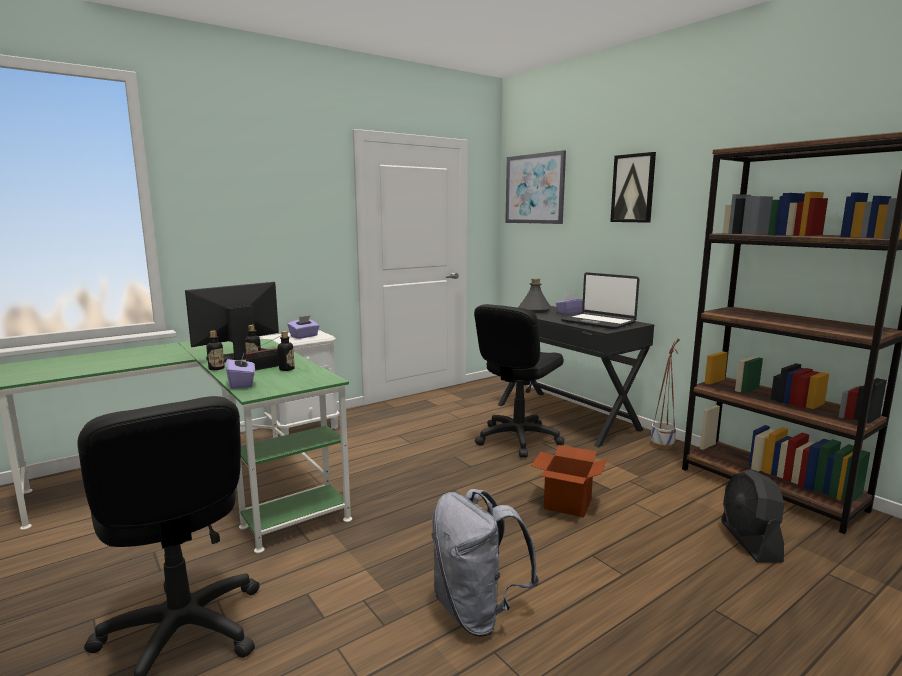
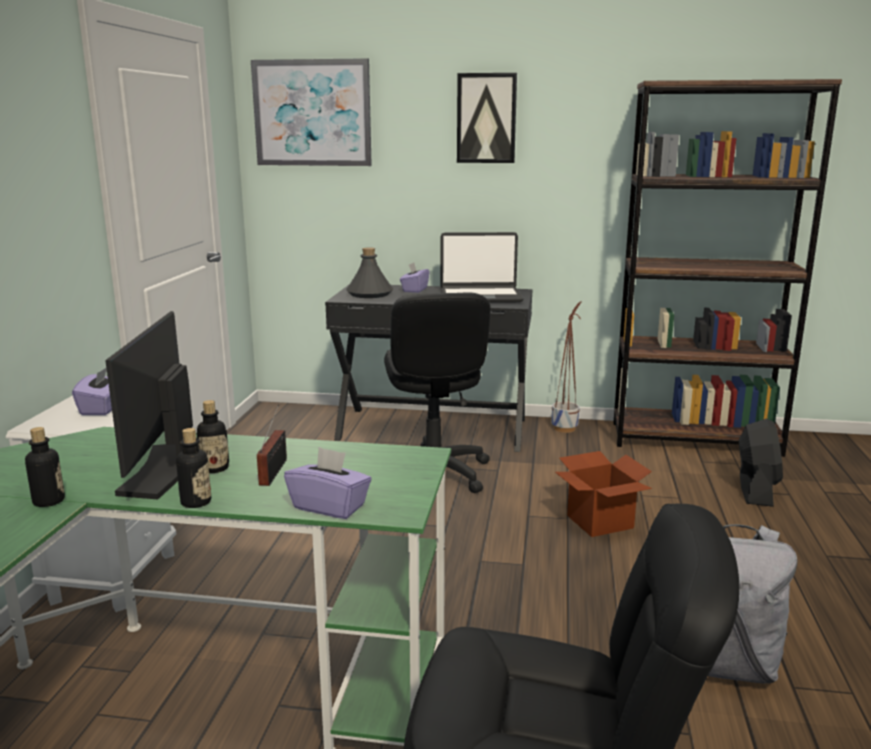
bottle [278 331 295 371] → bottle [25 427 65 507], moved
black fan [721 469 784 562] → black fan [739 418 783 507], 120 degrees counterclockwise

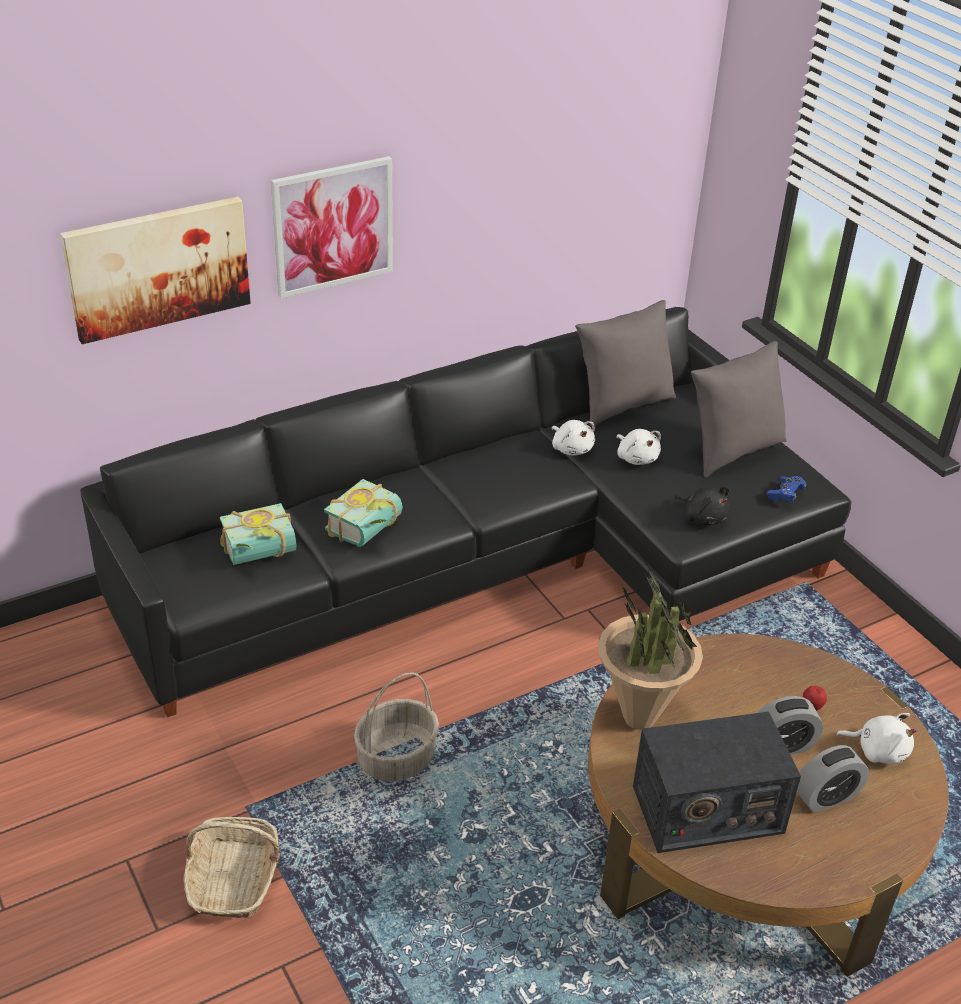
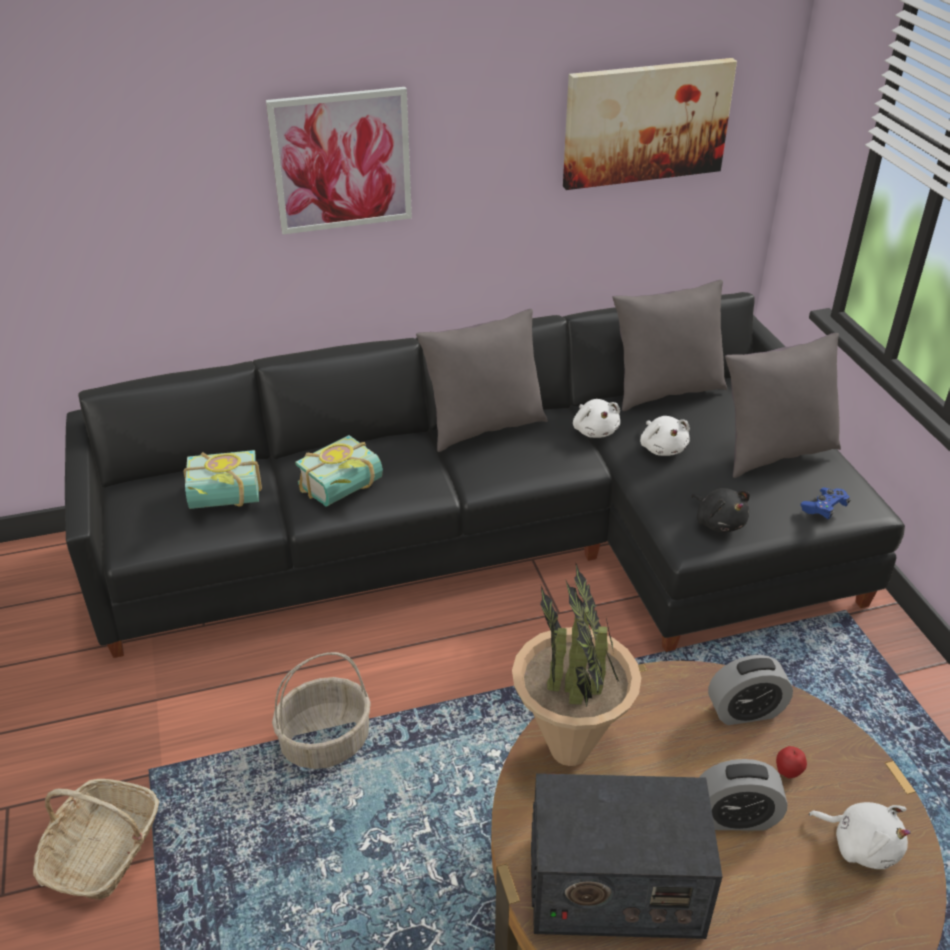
- → grey pillow [416 309 548 452]
picture [60 197 251 344] → picture [563 58 737 190], moved
alarm clock [797 745 869 813] → alarm clock [708 655 793 725], moved

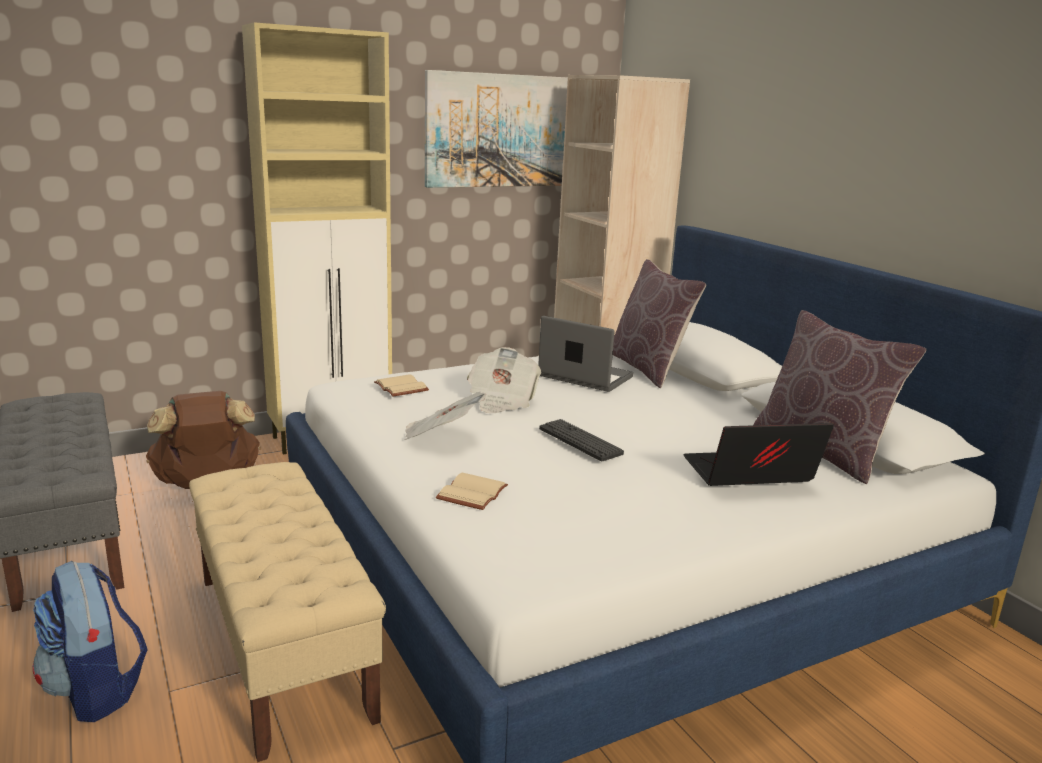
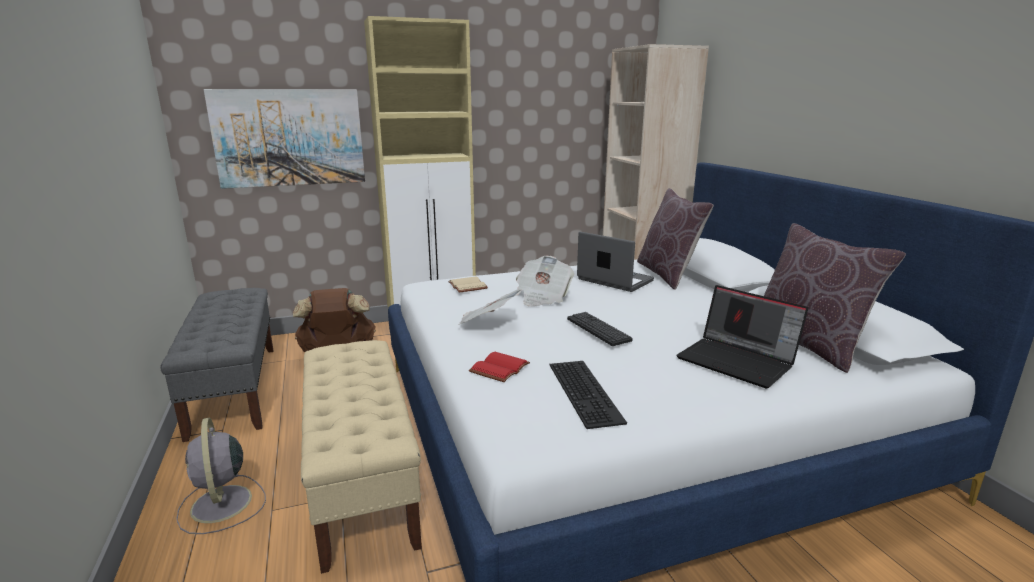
backpack [32 561 148 722] → grey fan [176 417 266 534]
picture [425 70 568 188] → picture [204 89 365 189], moved
beige book [436 473 508 510] → red book [469 352 530 382]
- → keyboard [550 361 627 429]
laptop [684 423 834 486] → laptop [676 285 808 388], 135 degrees counterclockwise

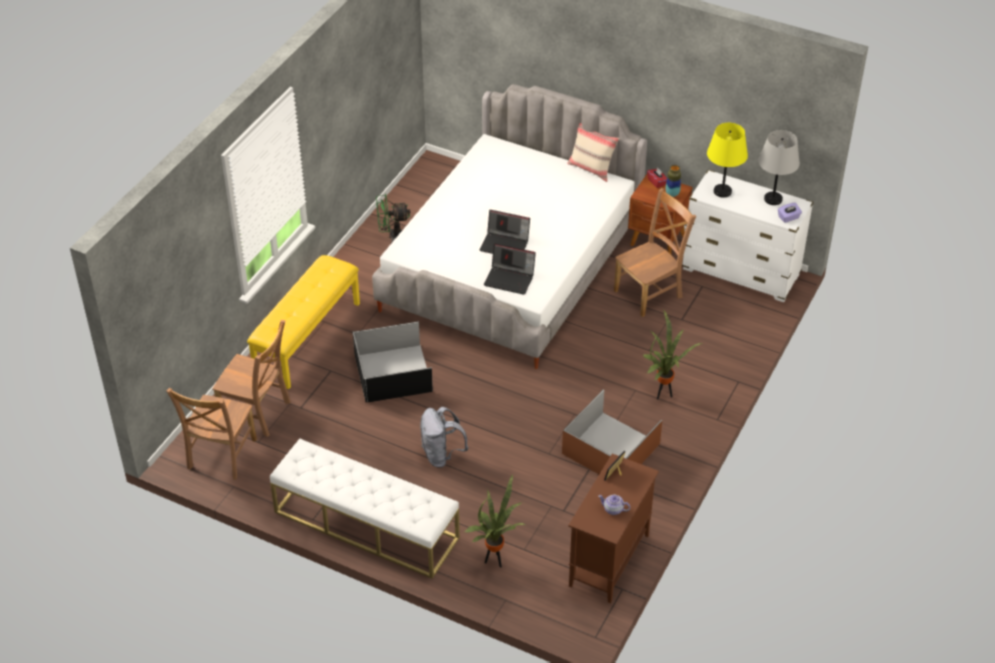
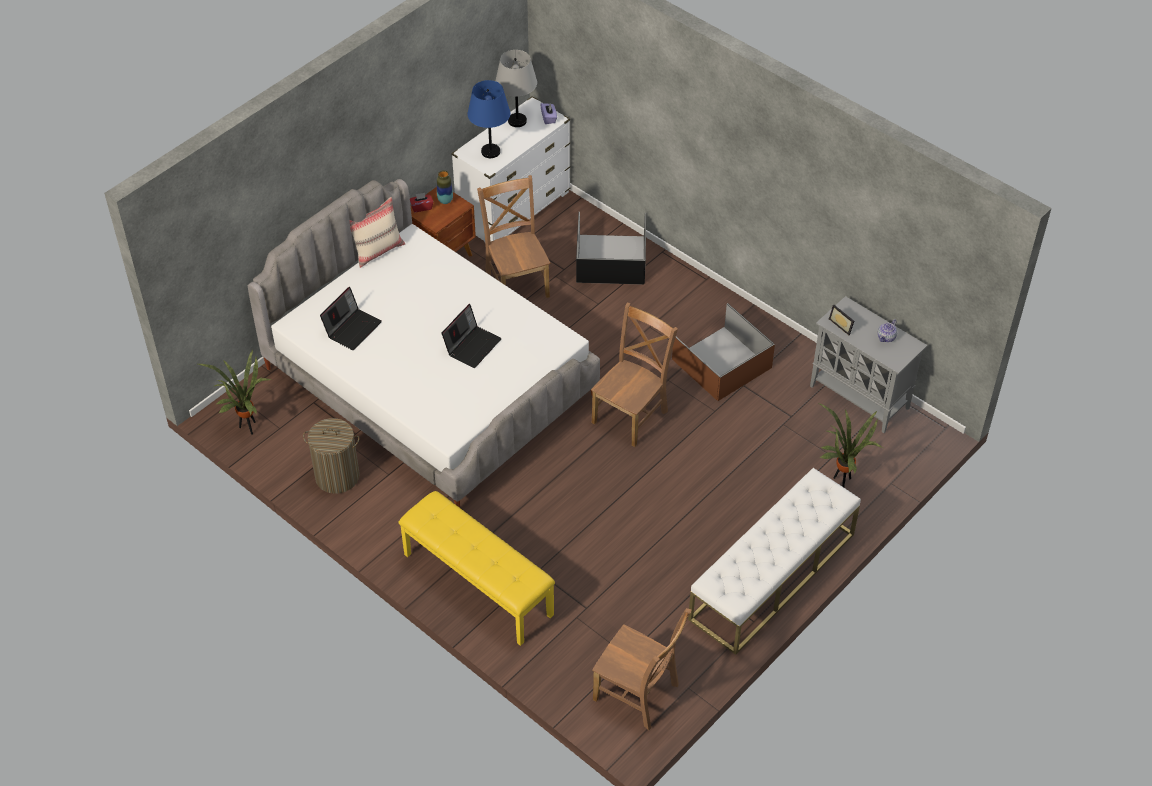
potted plant [643 311 704 400] → potted plant [198 350 271 435], moved
green fan [376 194 411 244] → laundry basket [303 418 360 494]
laptop [484 243 536 295] → laptop [320 287 382 350], moved
yellow table lamp [707 123 748 198] → blue table lamp [467 80 510 158]
black storage box [353 321 433 402] → black storage box [576 212 646 285], moved
brown chair [212 320 291 437] → brown chair [591 303 678 447], moved
brown cabinet [568 454 659 603] → grey cabinet [810 296 927 433]
grey backpack [420 407 469 468] → -

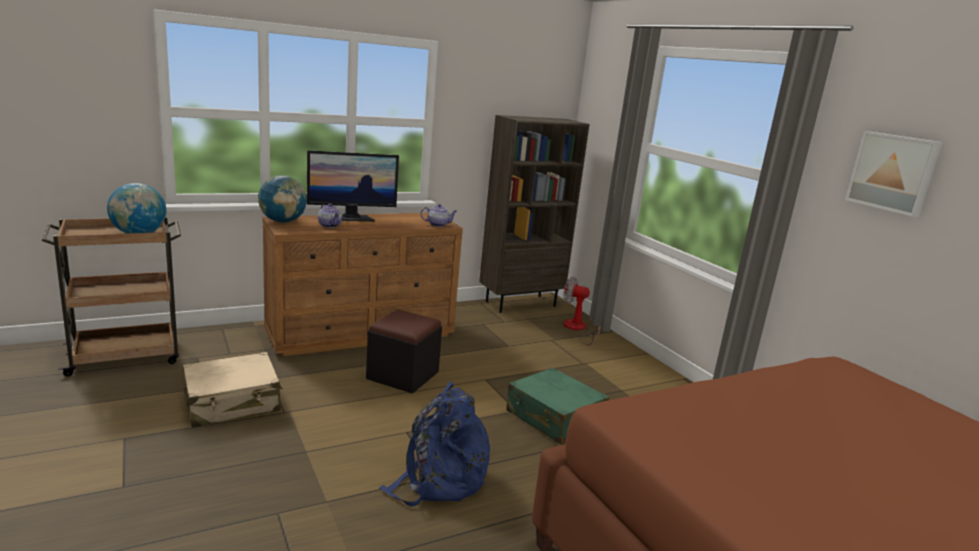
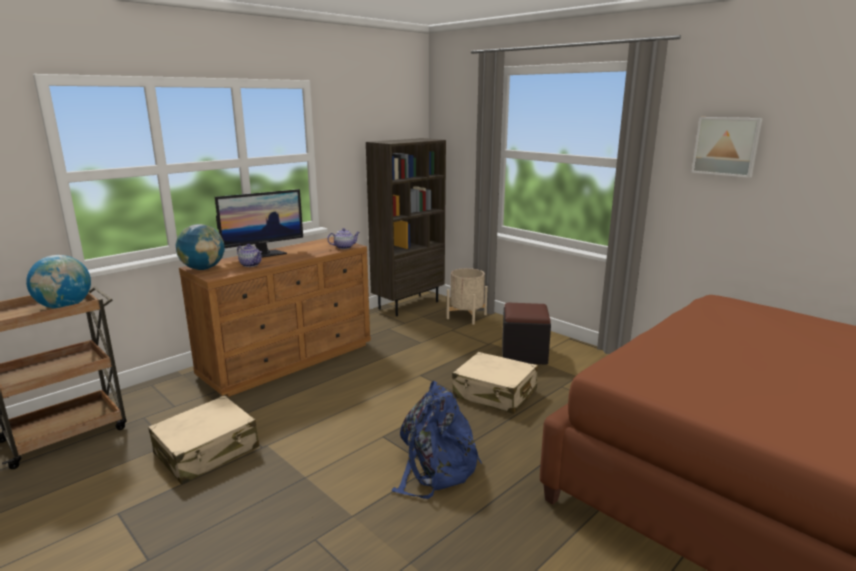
fan [563 276 601 345] → beige planter [446 268 488 325]
green suitcase [506 368 609 444] → beige suitcase [452 352 538 414]
black ottoman [366 309 442 394] → black ottoman [502 302 551 365], moved

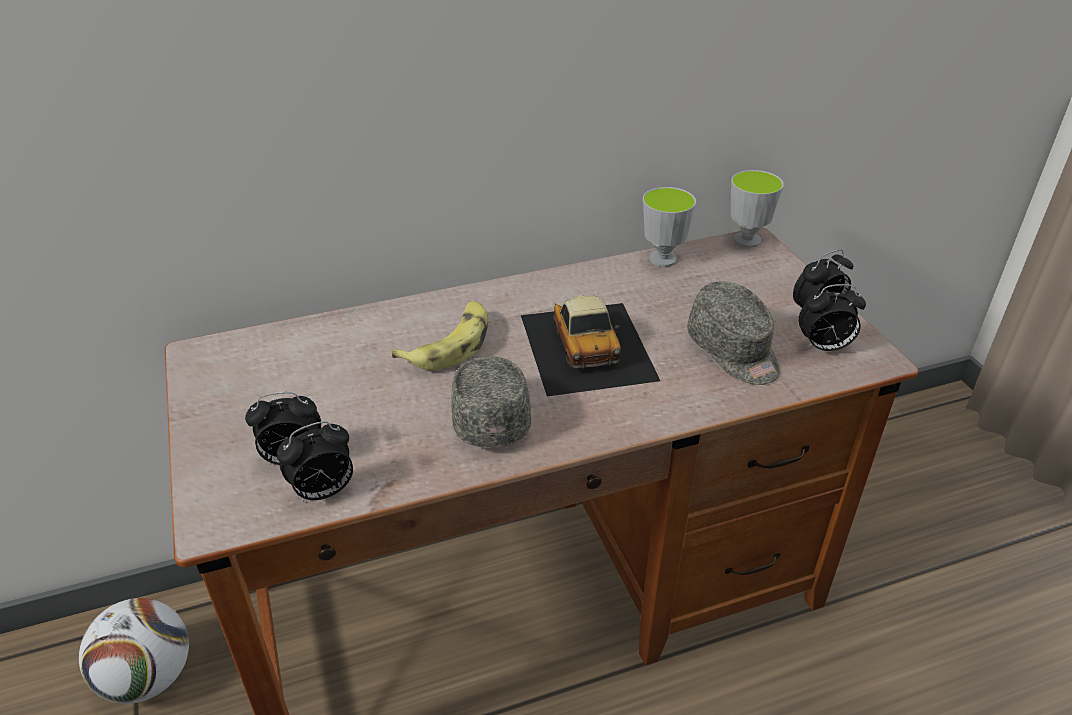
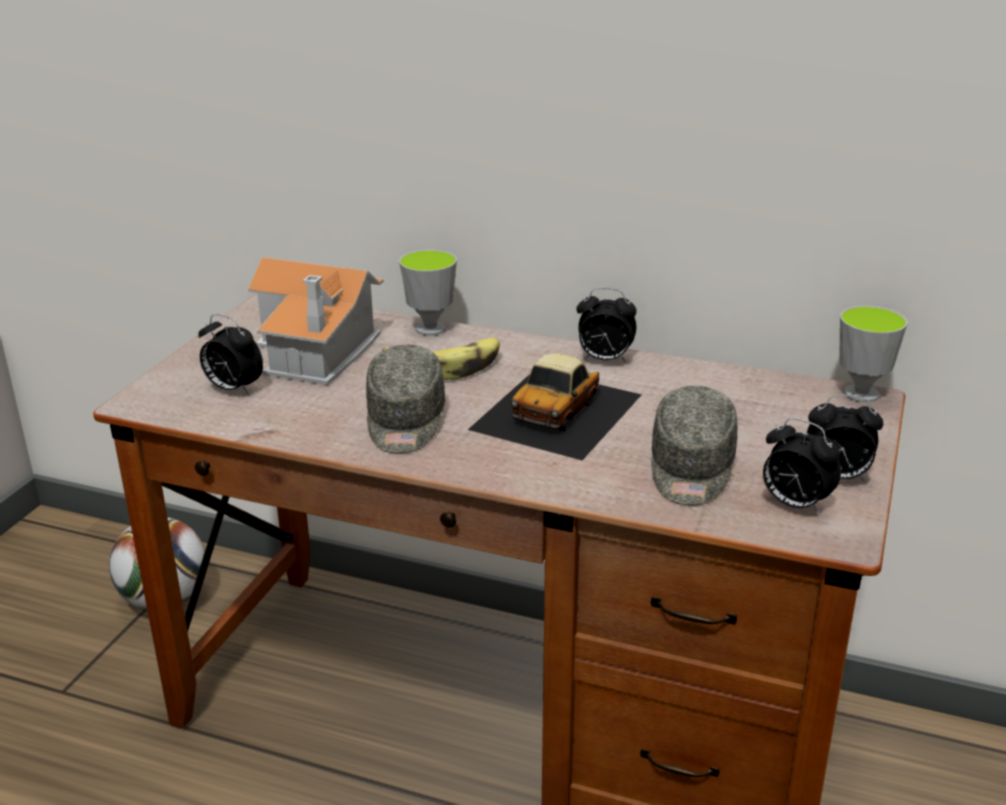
- → toy house [248 257 384 385]
grey cap [451 356 531 448] → grey cap [366 345 445 453], 150 degrees clockwise
cup [643 187 696 267] → cup [399 249 457 336], moved
alarm clock [277 421 353 503] → alarm clock [577 288 637 363], moved

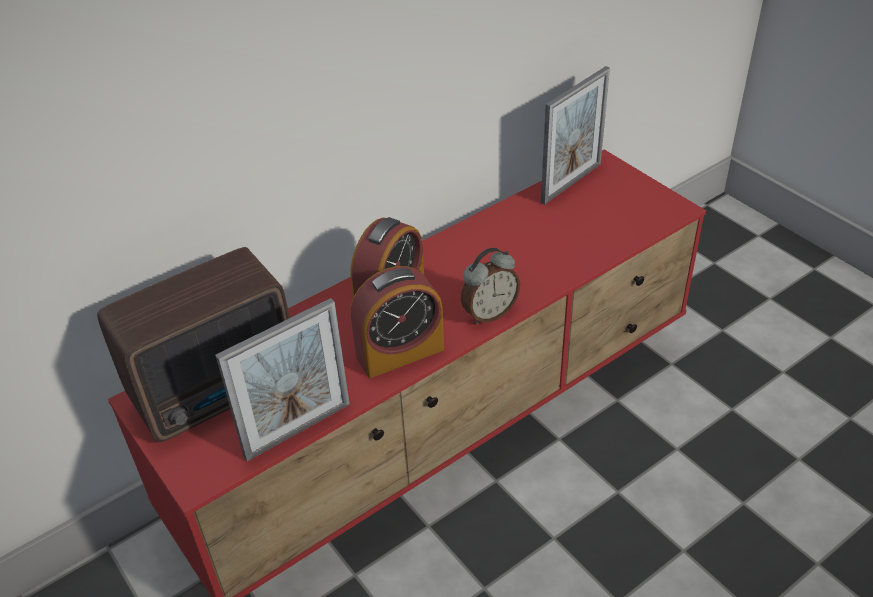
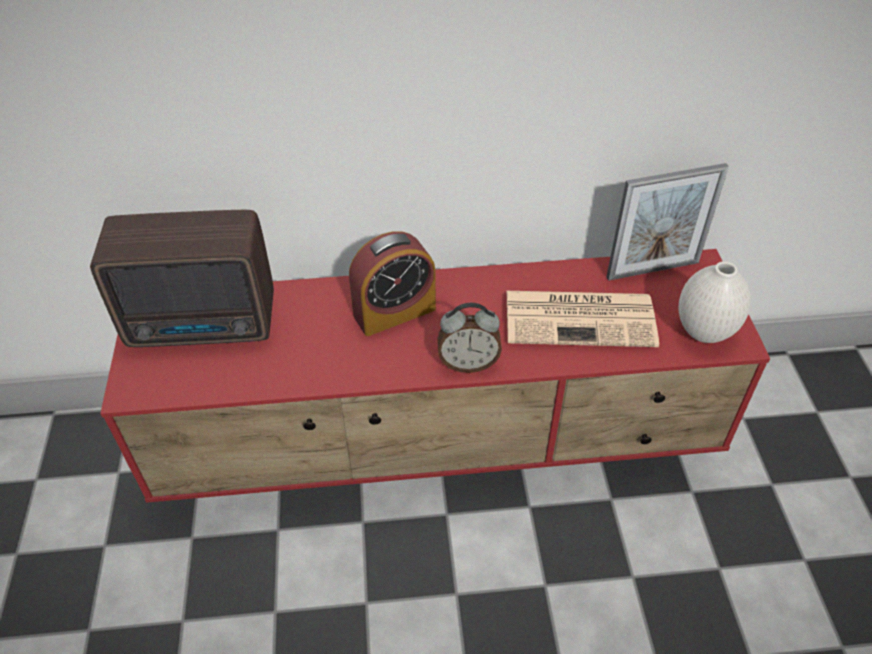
- → newspaper [507 291 659 347]
- → white vase [678 261 751 343]
picture frame [215 298 350 461] → -
alarm clock [350 266 444 378] → -

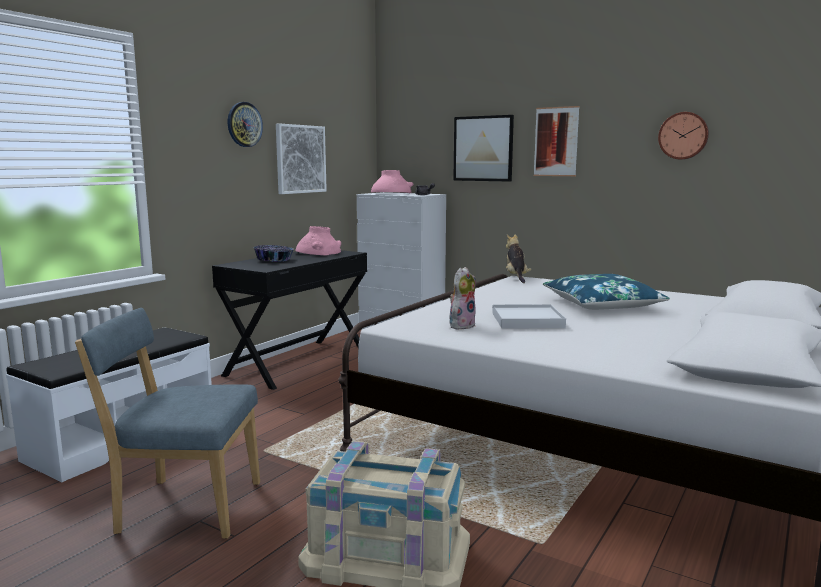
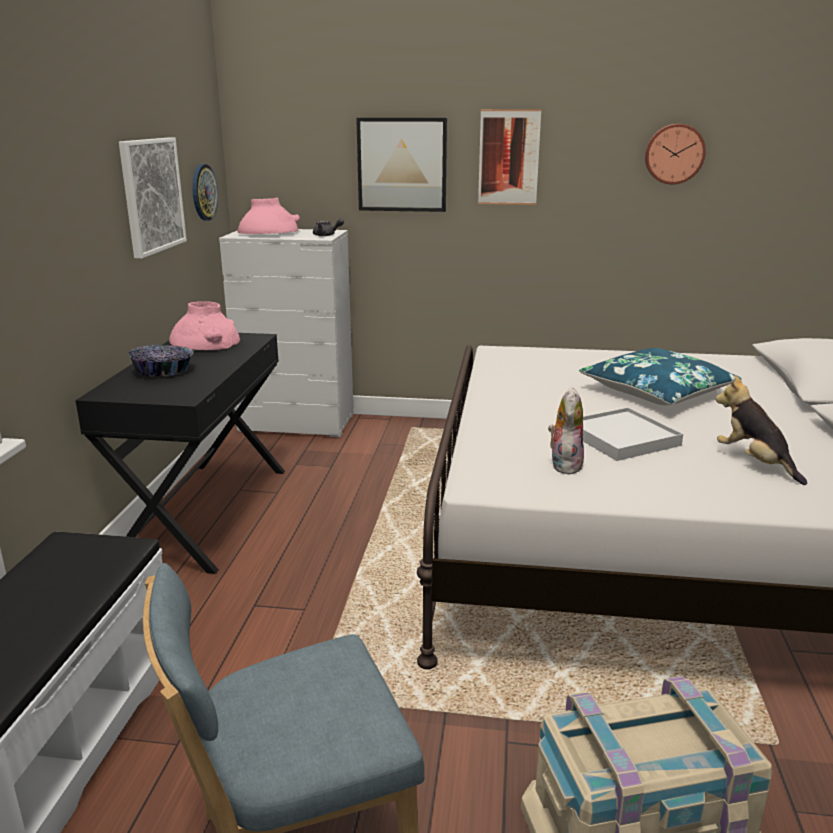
wall clock [228 102 263 147] → wall clock [192 164 218 221], moved
plush toy [506 234 531 283] → plush toy [716 375 807 485], moved

